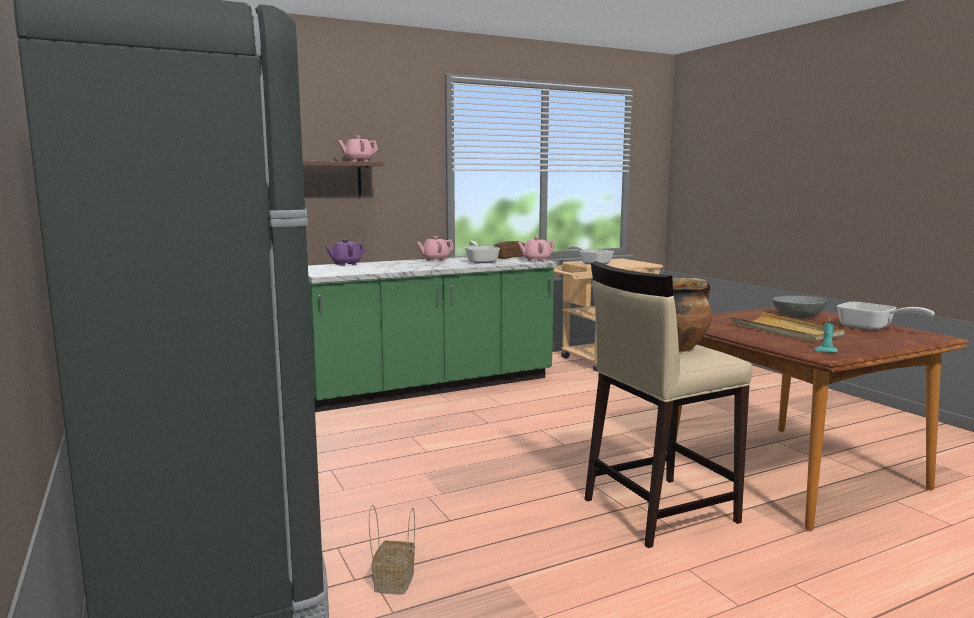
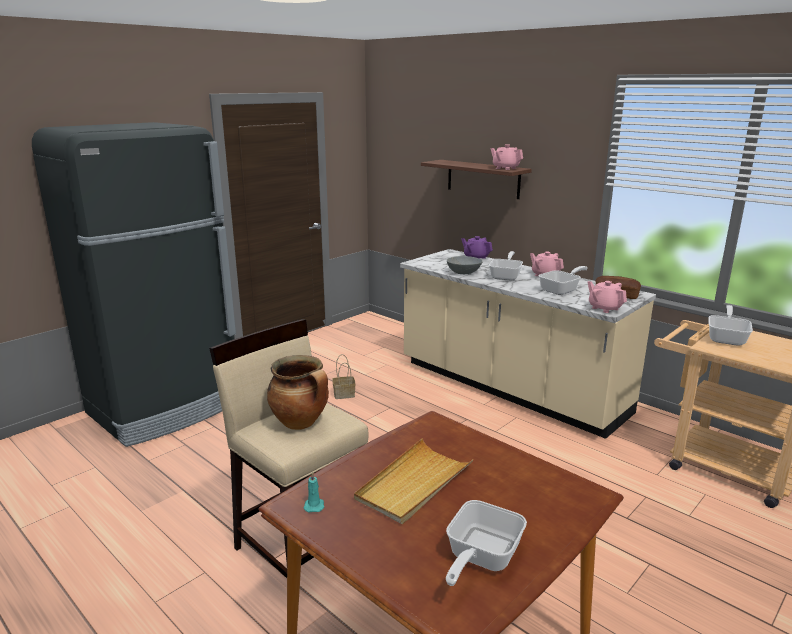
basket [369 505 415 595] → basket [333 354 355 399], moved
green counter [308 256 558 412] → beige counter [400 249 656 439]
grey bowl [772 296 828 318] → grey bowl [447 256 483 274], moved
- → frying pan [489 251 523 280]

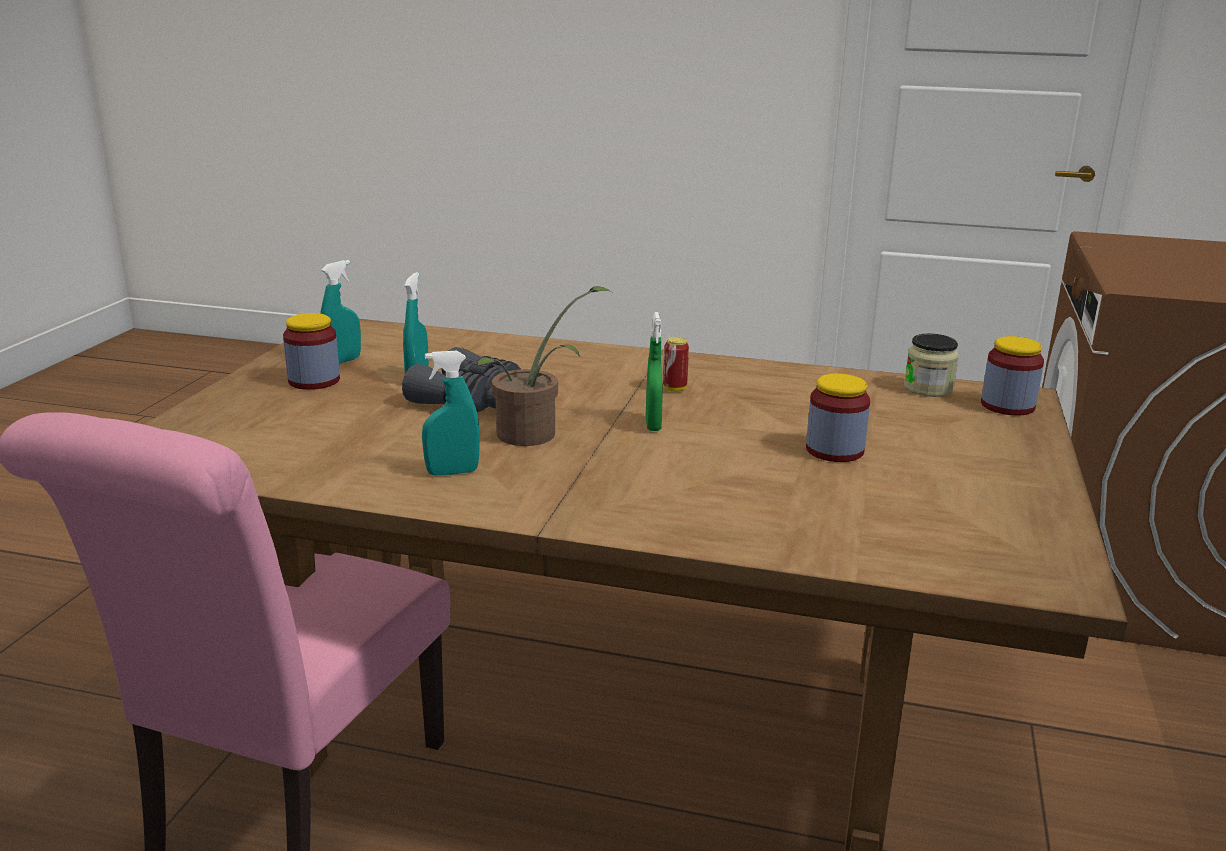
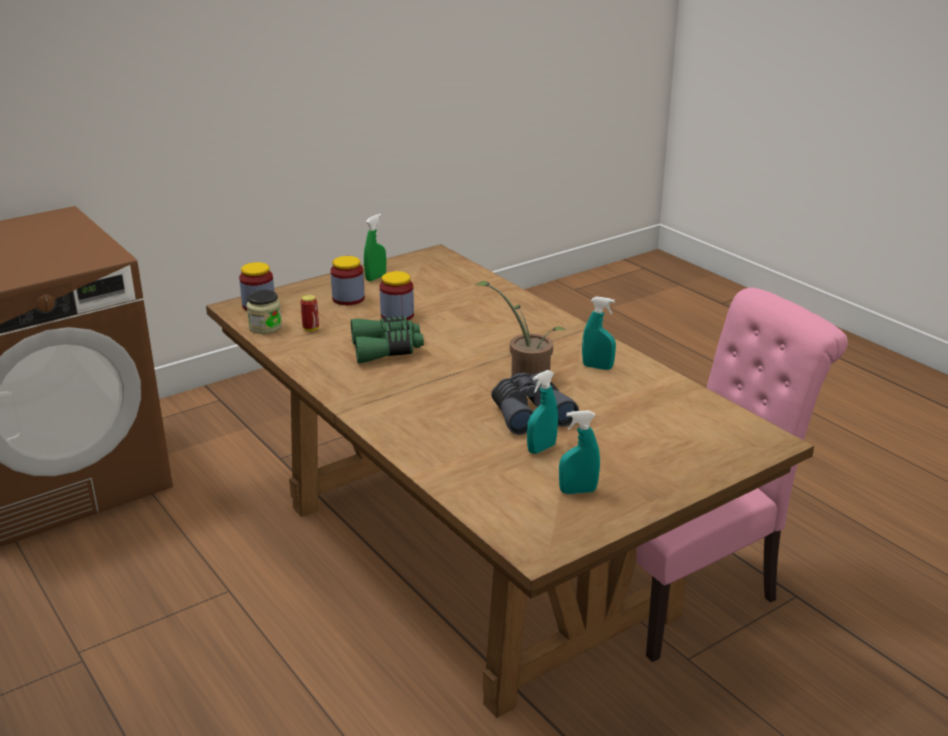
can [663 337 689 392] → can [301 295 319 331], moved
jar [283 313 340 390] → jar [330 256 365 305], moved
- → green binoculars [351 316 424 363]
green spray bottle [646 312 663 431] → green spray bottle [364 214 386 281], moved

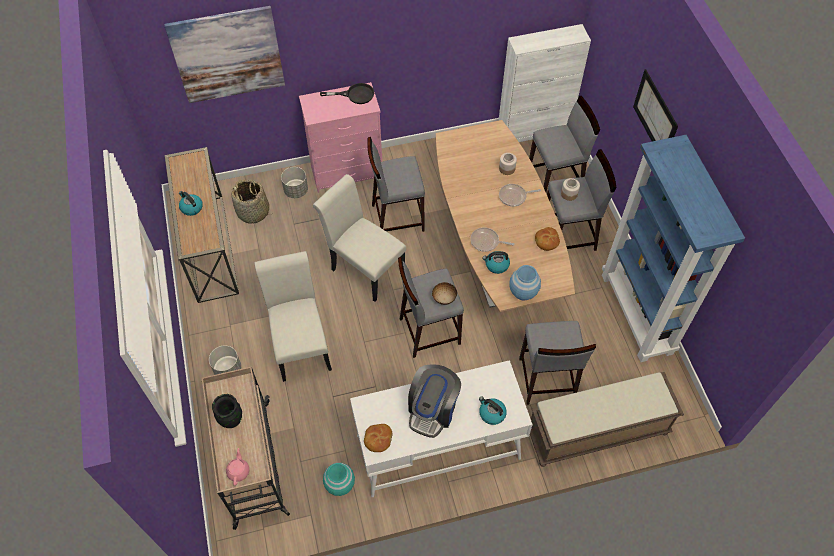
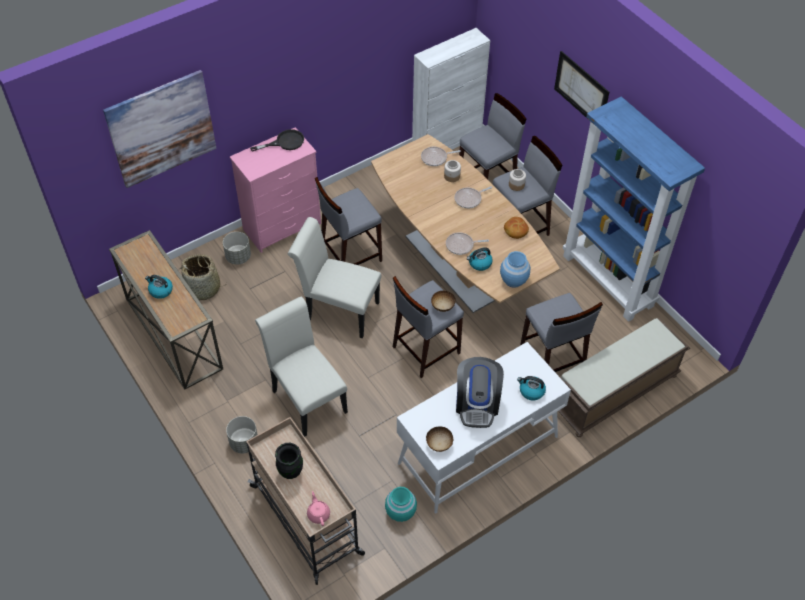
- → frying pan [421 147 461 166]
bread [364 424 392 452] → bowl [426 426 453 452]

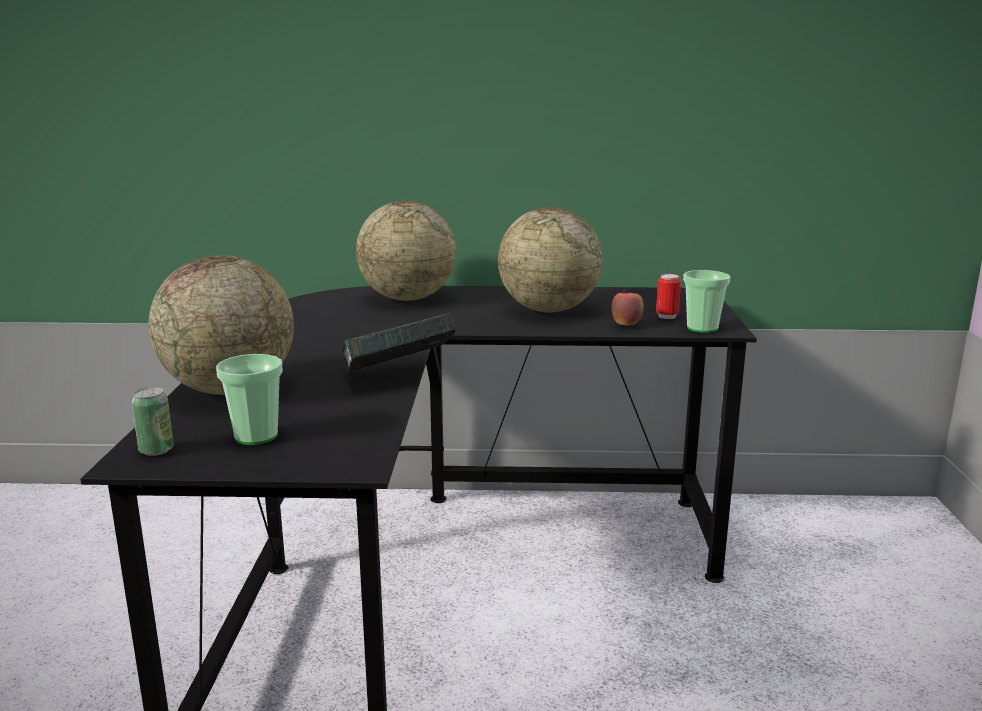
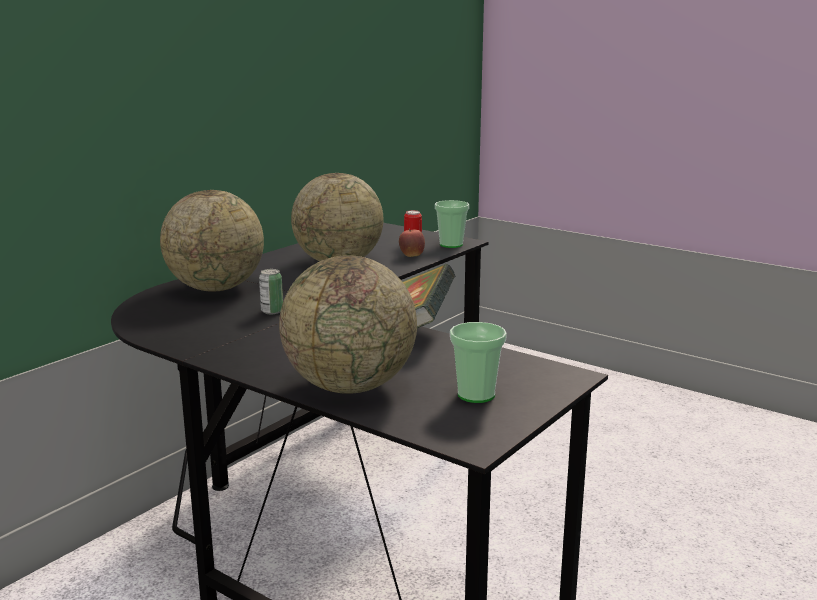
can [132 387 174 456] → can [259 269 283 314], moved

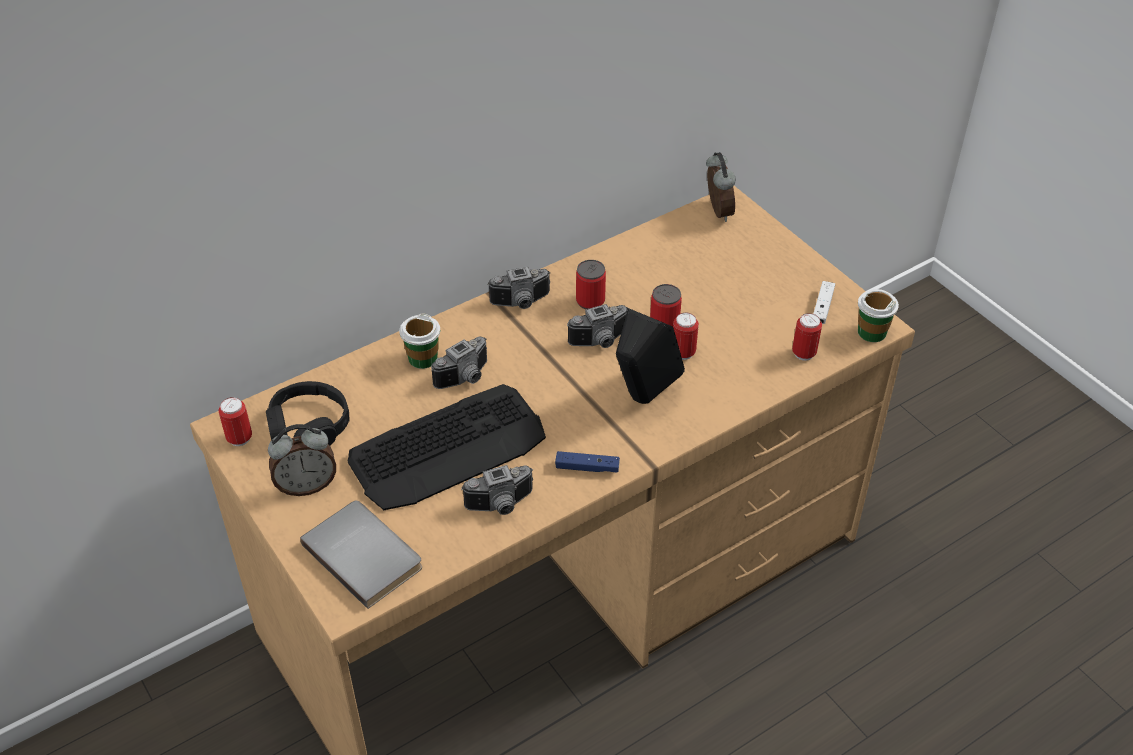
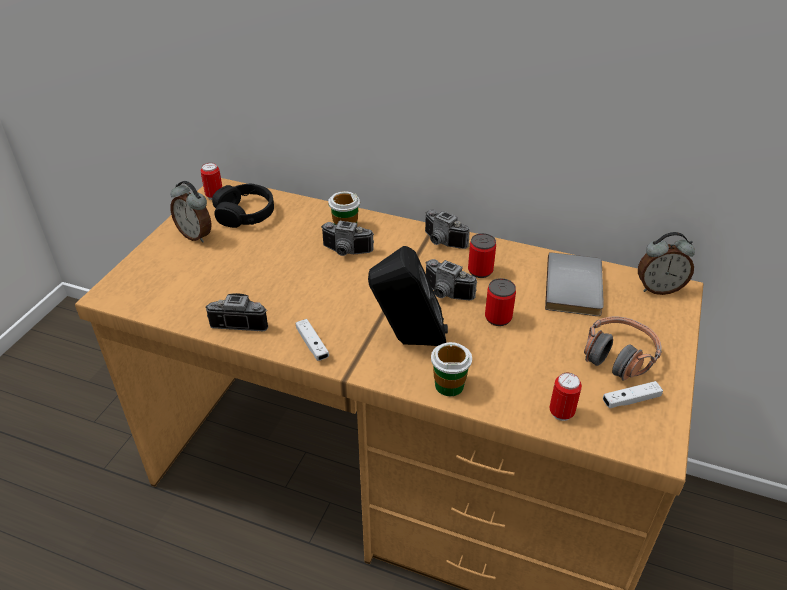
photo camera [461 465 533 515] → photo camera [205 293 268 331], 150 degrees clockwise
blue game controller [555 451 620 473] → white game controller [296 319 329 361]
cup [858 289 899 342] → cup [431 342 472 396], moved
grey book [300 501 422 609] → grey book [545 252 604 316], moved
- → headphones [584 316 662 381]
alarm clock [706 152 736 222] → alarm clock [638 232 695 295], 45 degrees clockwise
keyboard [348 384 546 510] → -
can [673 313 699 360] → -

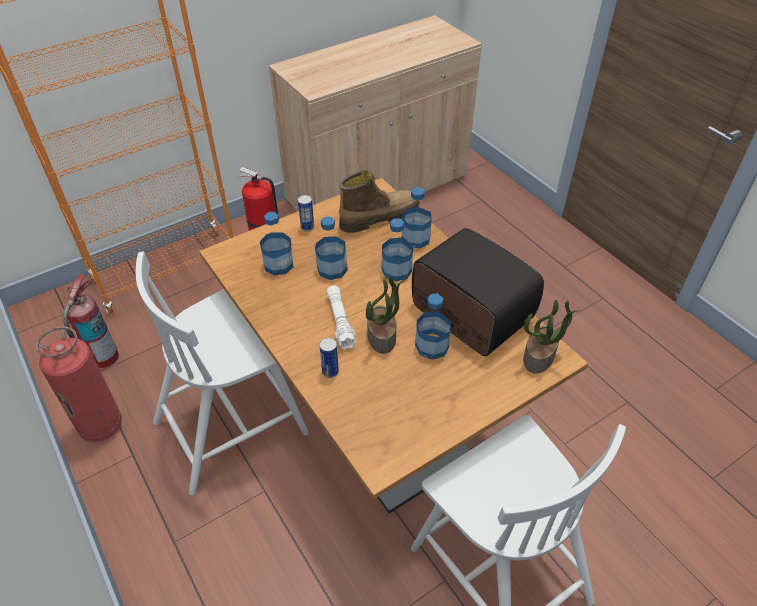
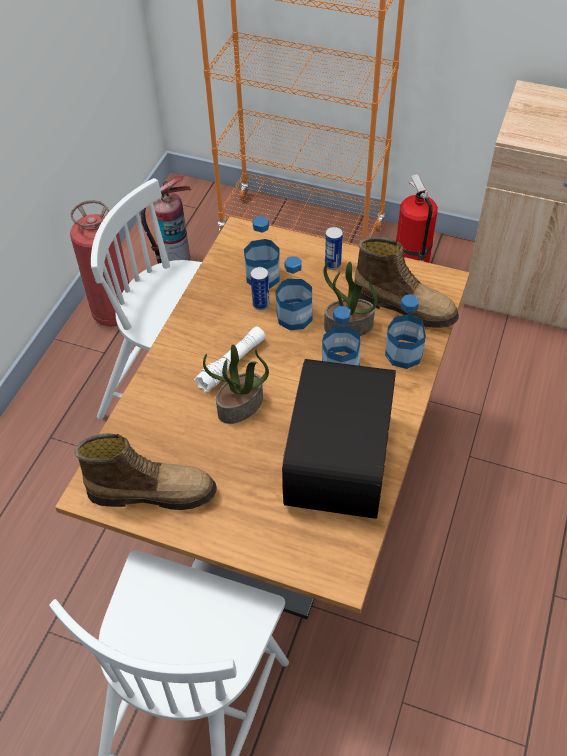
- → boot [75 433 217 510]
can [319 338 339 378] → can [250 267 270 310], moved
potted plant [523 300 579 373] → potted plant [323 261 377 336], moved
bottle [415 293 452 360] → -

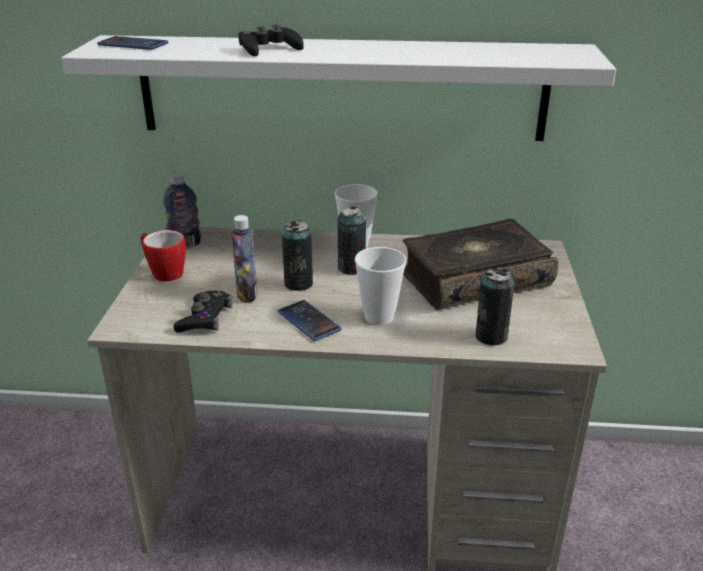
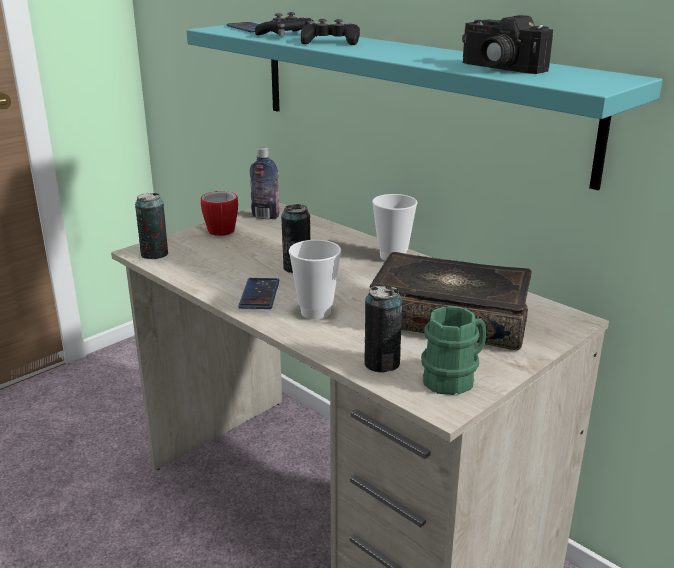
can [338 207 366 275] → can [135 193 168 259], moved
white shelf [62 35 616 141] → turquoise shelf [186 22 663 190]
black game controller [173 290 233 332] → black game controller [255 12 314 36], moved
- → green mug [421 306 486 395]
- → photo camera [462 15 553 74]
bottle [231 215 257 303] → -

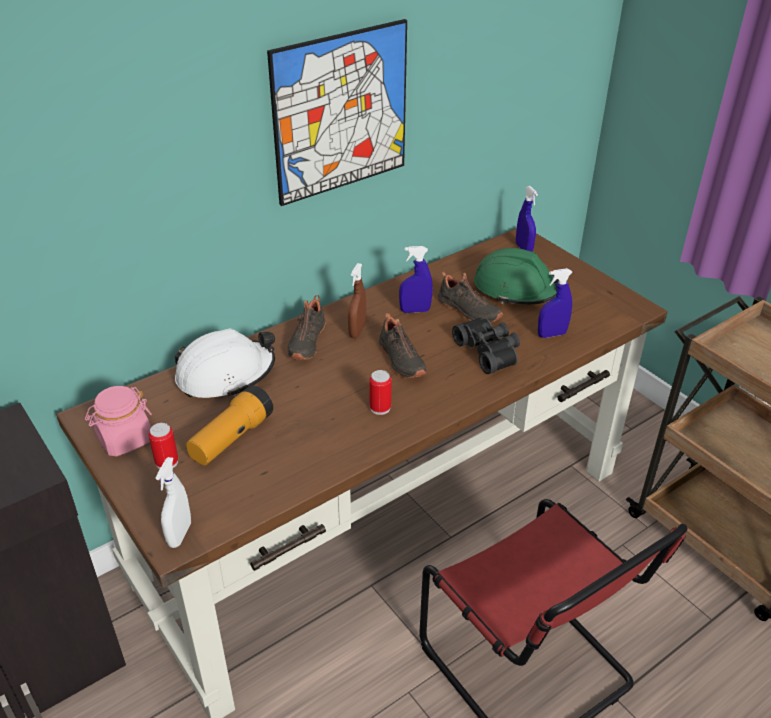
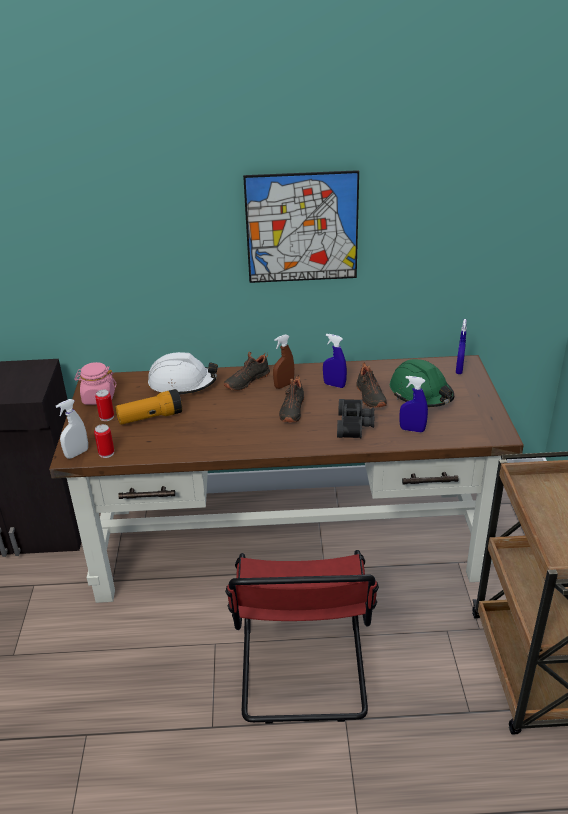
can [369 370 391 415] → can [94 424 114 458], moved

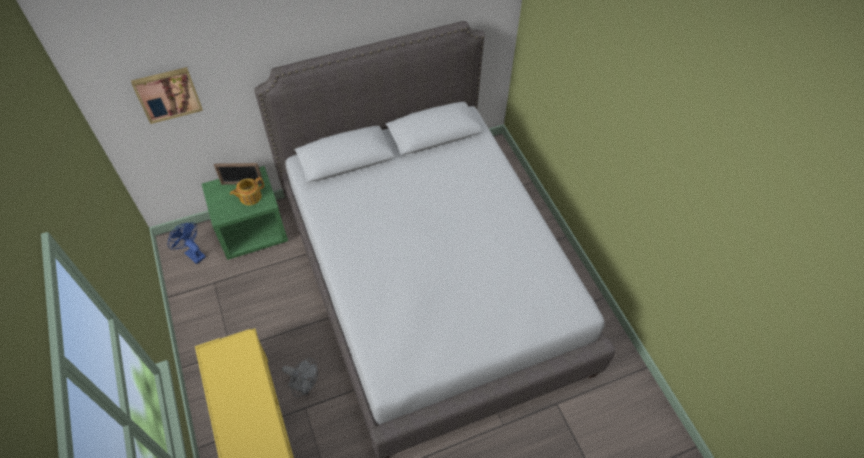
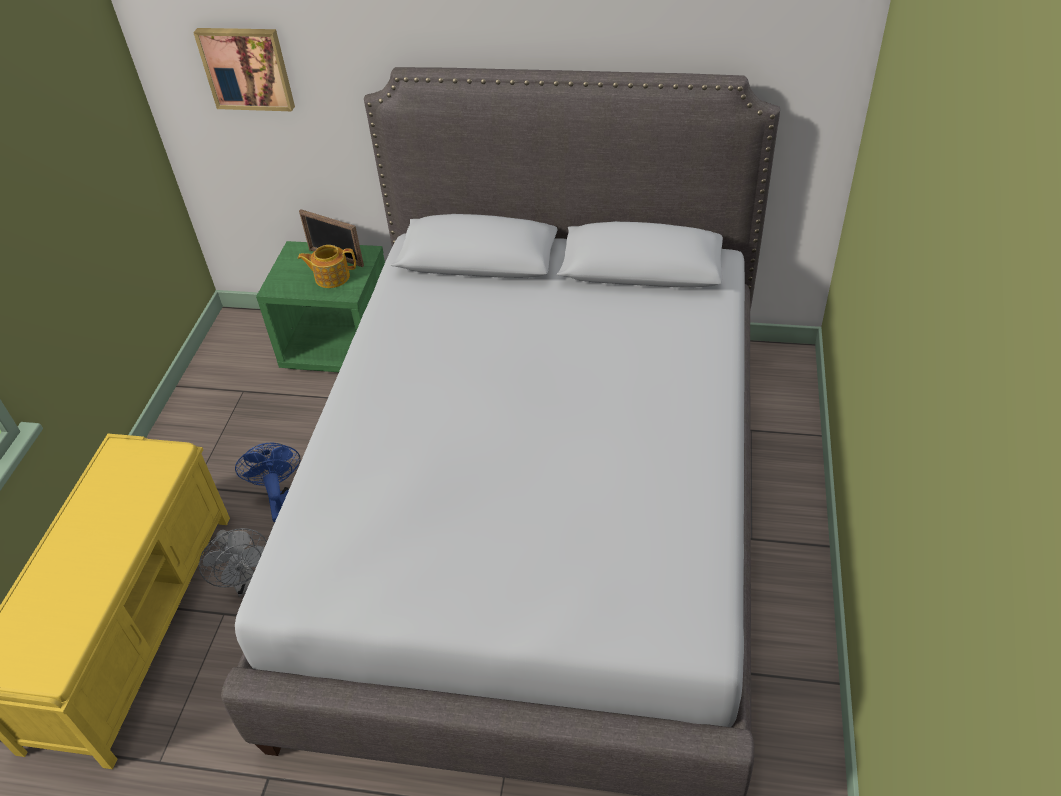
blue fan [168 222 206 264] → blue fan [235 442 301 522], moved

